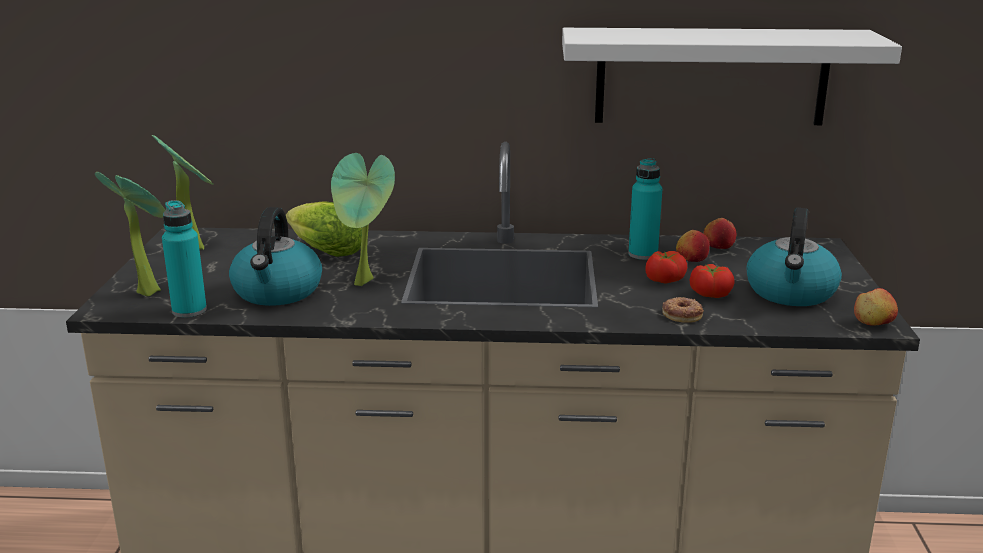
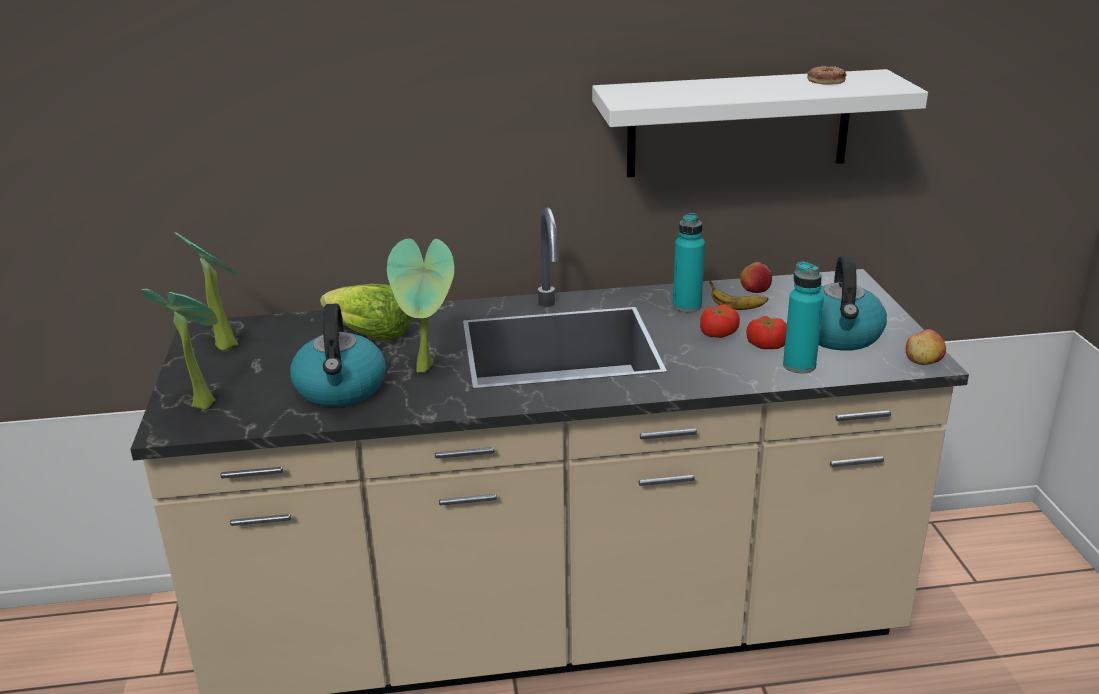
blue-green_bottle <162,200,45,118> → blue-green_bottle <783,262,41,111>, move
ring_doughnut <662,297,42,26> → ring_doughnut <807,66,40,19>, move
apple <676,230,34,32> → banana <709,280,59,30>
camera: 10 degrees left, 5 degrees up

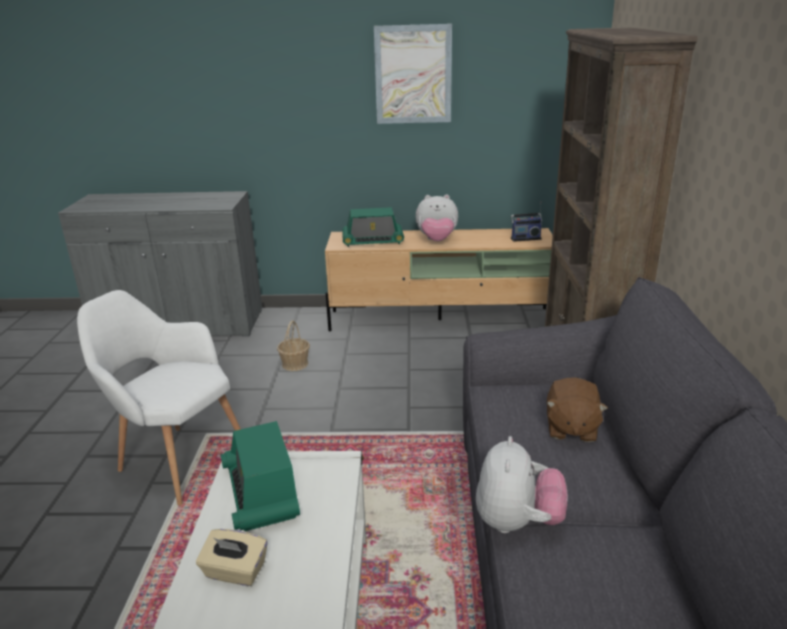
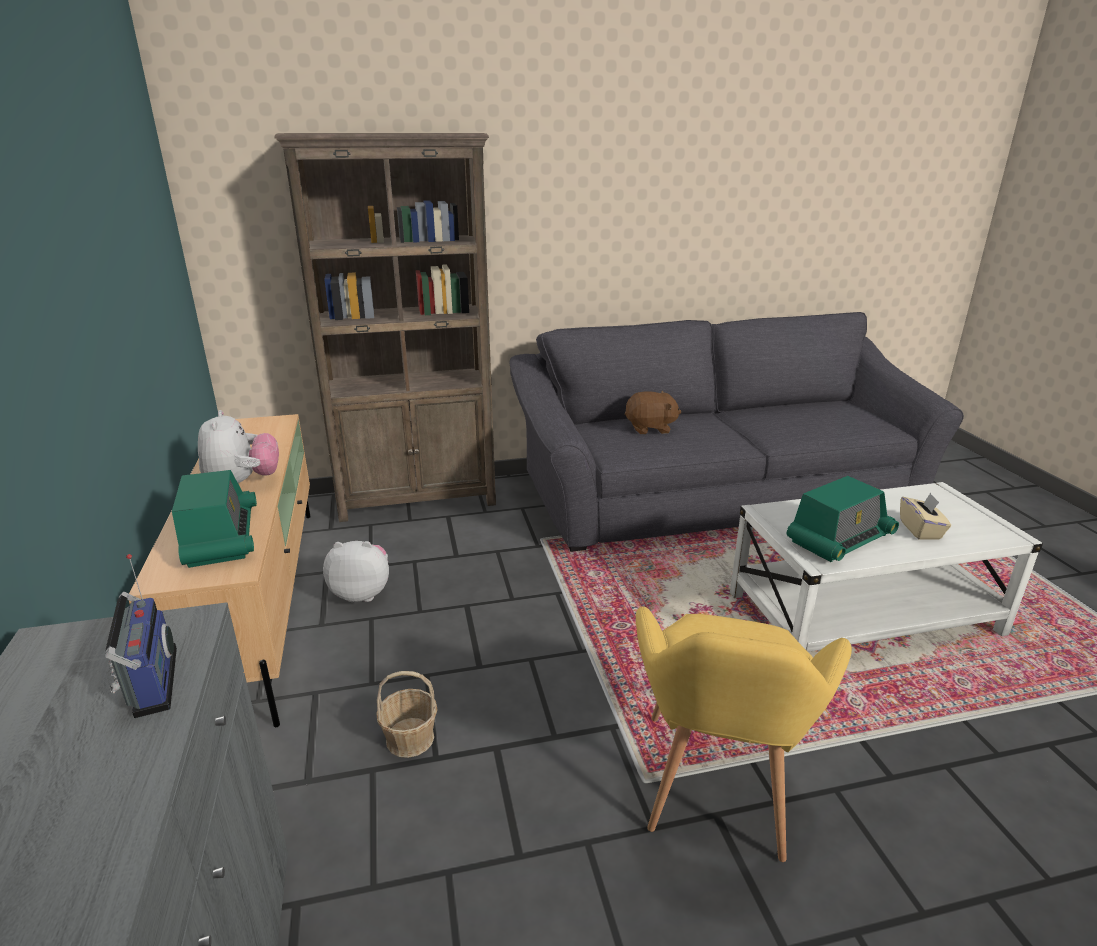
whitish_armchair <77,290,164,216> → yellowish_armchair <636,606,216,256>
picture <374,24,78,100> → -
plush_toy <476,436,92,97> → plush_toy <323,541,66,61>, move
radio_receiver <511,202,31,40> → radio_receiver <105,554,72,164>, move
camera: 105 degrees left, 0 degrees up

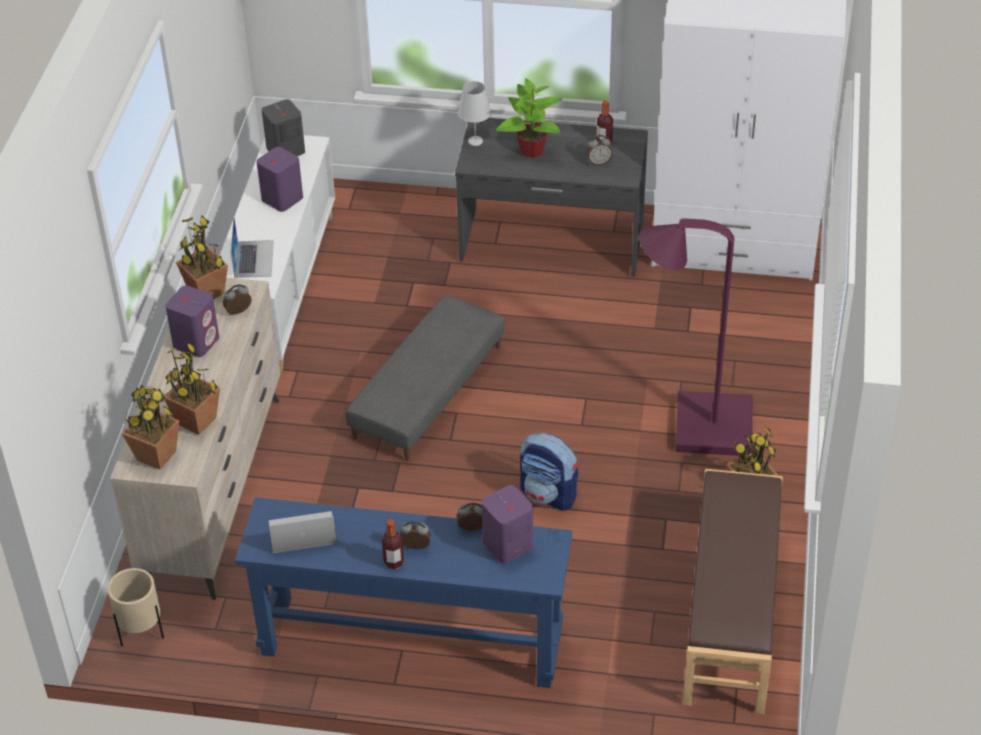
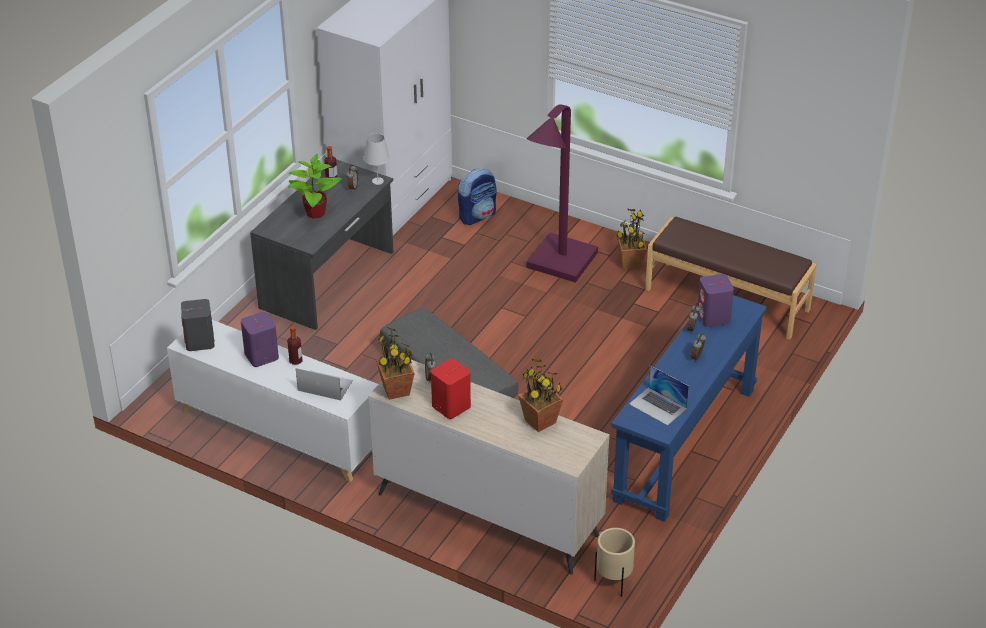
potted_plant <122,385,57,85> → -
purplish_loudspeaker <165,286,54,71> → red-coloured_loudspeaker <431,359,40,60>
portable_computer <269,511,68,42> → portable_computer <629,365,60,61>, 60 degrees counterclockwise
bottle <382,519,22,50> → bottle <287,326,16,39>, move
whitish_lamp_for_a_table <458,81,33,65> → whitish_lamp_for_a_table <364,133,26,52>, move
knapsack <520,433,59,78> → knapsack <458,168,38,57>, move
camera: 70 degrees left, 5 degrees down

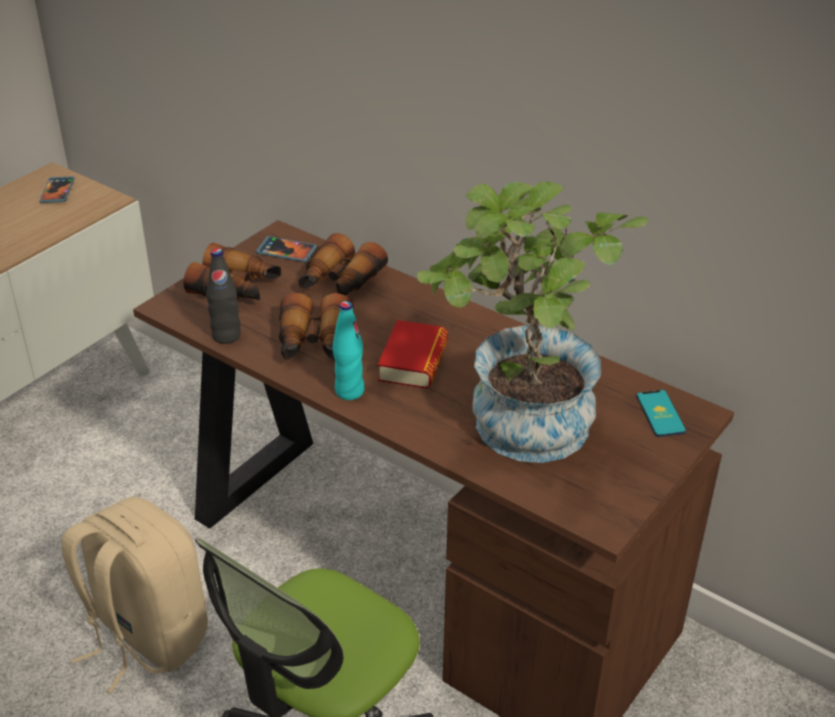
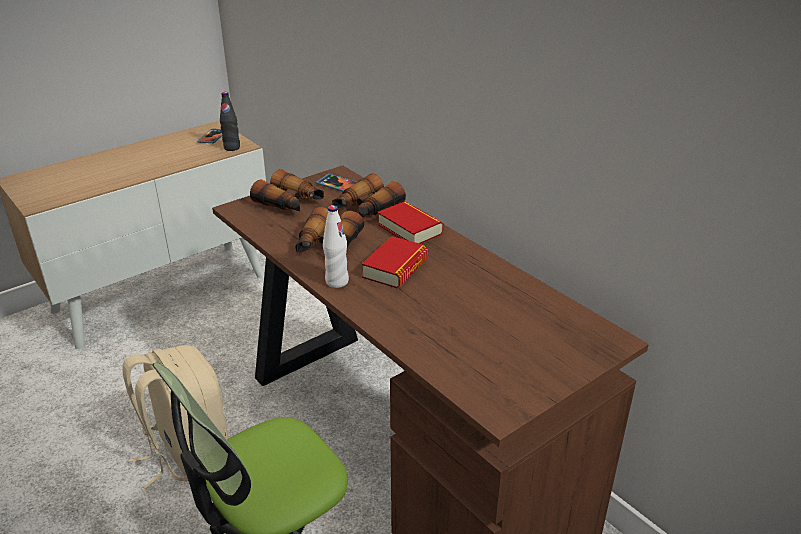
black_bottle <206,248,35,96> → black_bottle <220,92,20,59>, move
blue-green_bottle <333,301,31,99> → whitish_bottle <323,205,26,83>
potted_plant <417,181,232,282> → -
phone <636,390,50,47> → -
- → volume <378,201,65,43>
camera: 15 degrees right, 5 degrees down

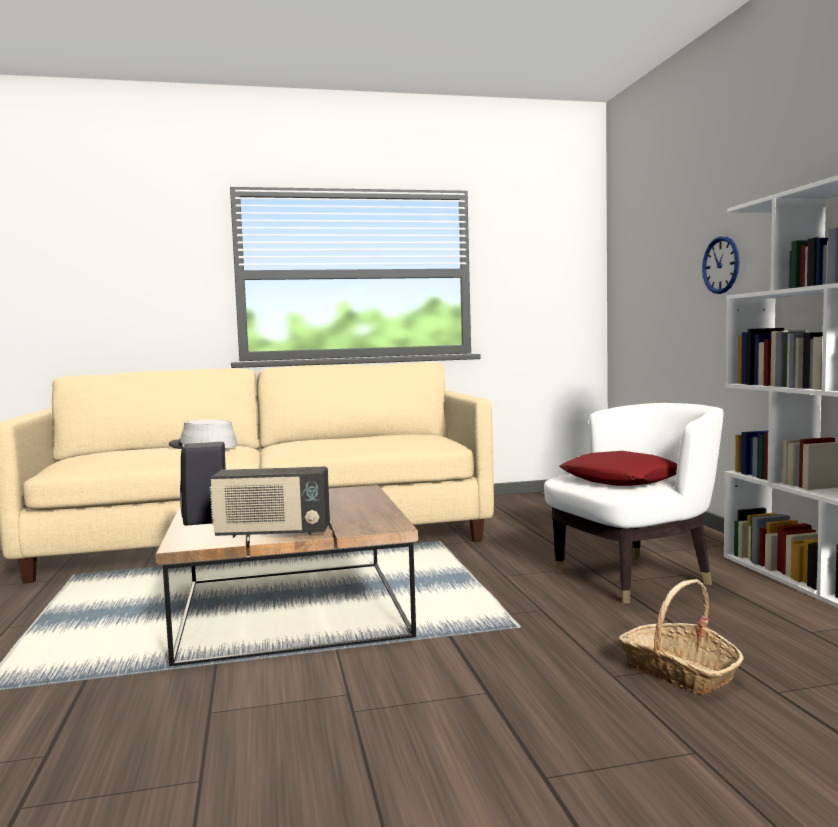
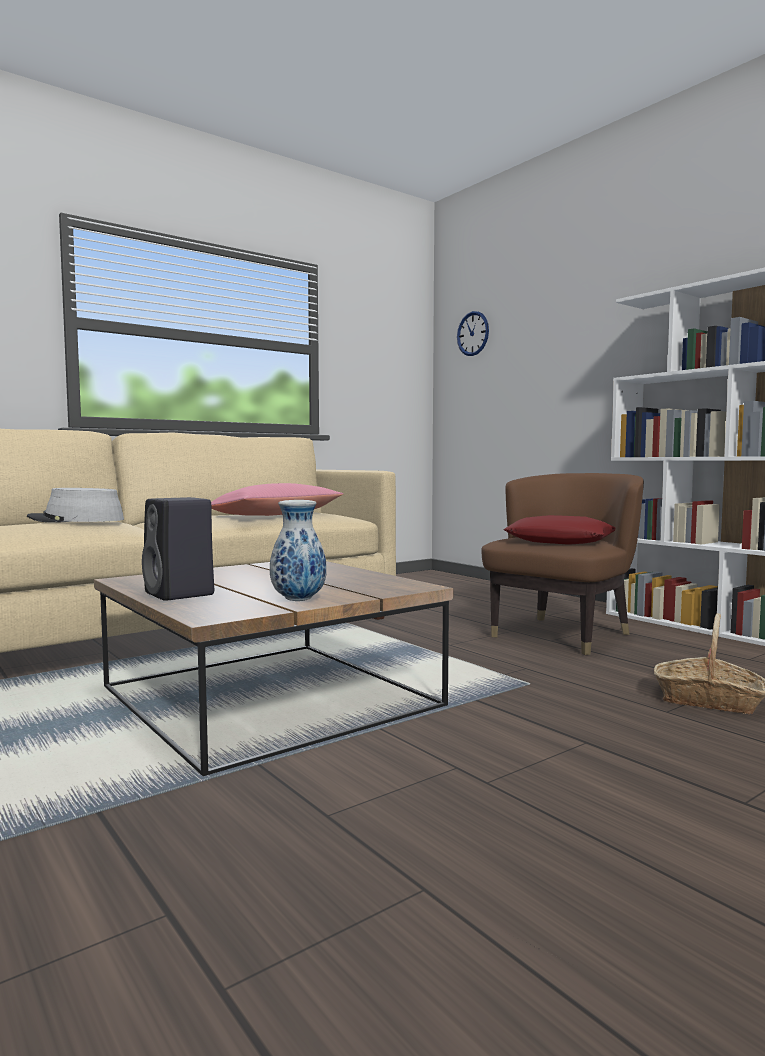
radio_receiver <210,466,120,72> → flower_vase <270,500,57,101>
whitish_armchair <544,403,180,201> → brownish_armchair <481,473,163,182>
hanging_clock <702,236,38,58> → hanging_clock <457,311,32,45>, move
- → pinkish_cushion <211,483,132,33>
camera: 25 degrees left, 0 degrees up

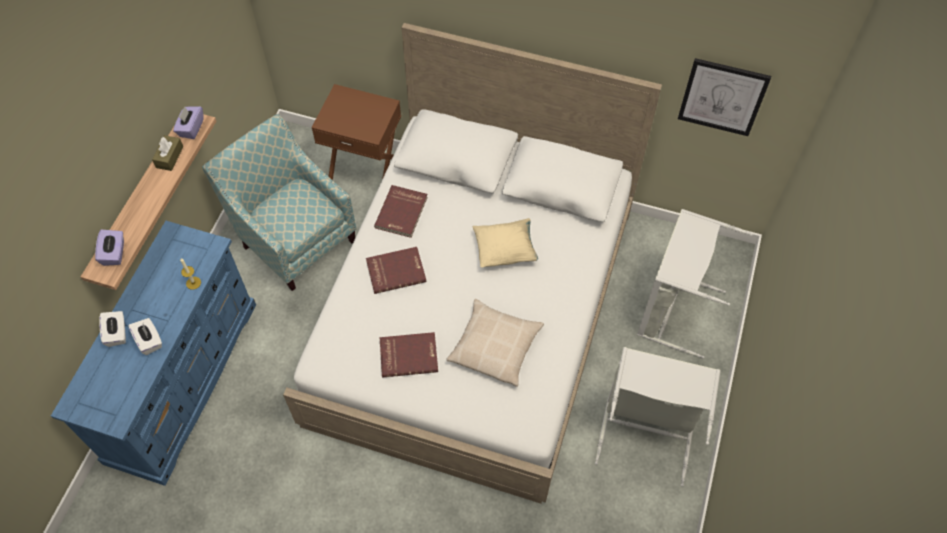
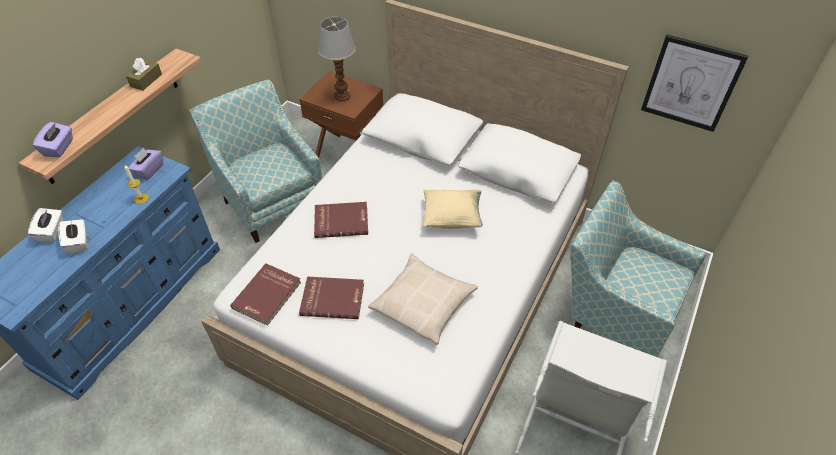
purplish_tissue_box <173,106,31,33> → purplish_tissue_box <129,148,34,32>, move
red-coloured_volume <374,185,54,53> → red-coloured_volume <230,263,71,63>, move
gray_laundry_basket <637,209,116,150> → armchair <570,181,136,176>
- → lamp_for_a_table <318,17,38,85>
camera: 10 degrees right, 10 degrees down

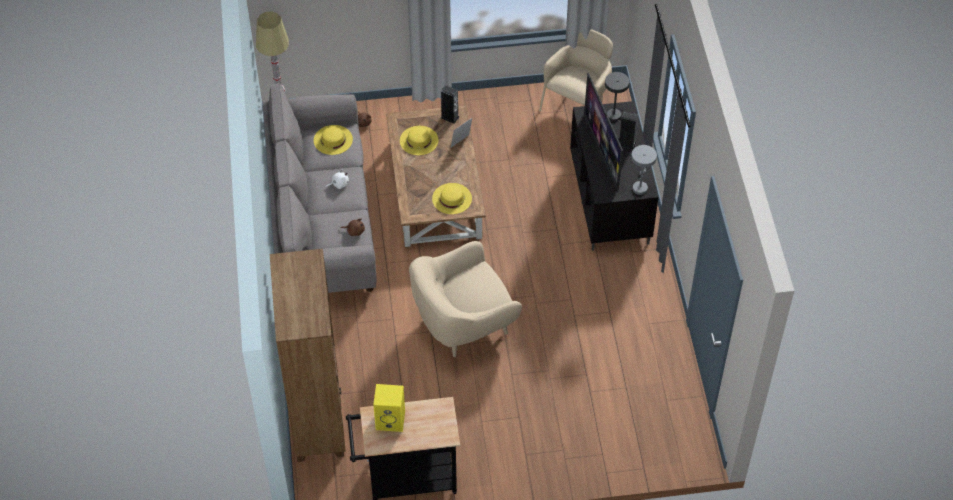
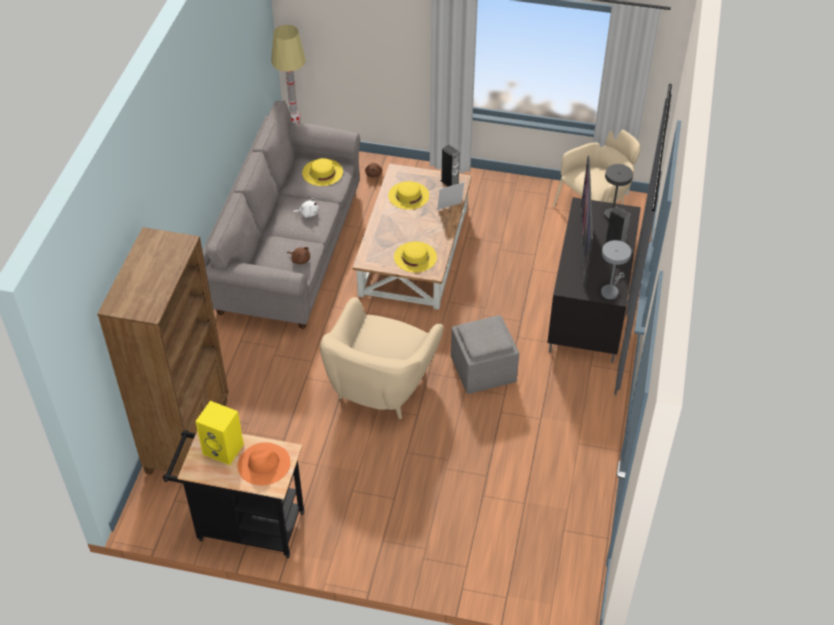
beige_armchair <409,241,113,116> → beige_armchair <320,297,123,122>, 60 degrees counterclockwise
- → orange-coloured_hat <237,442,54,43>
- → gray_ottoman <451,315,68,79>
camera: 20 degrees right, 5 degrees down

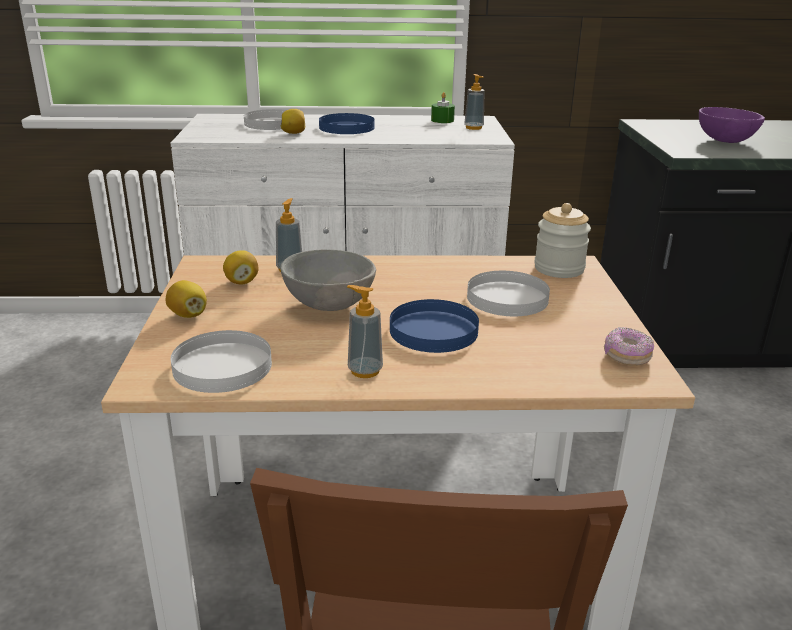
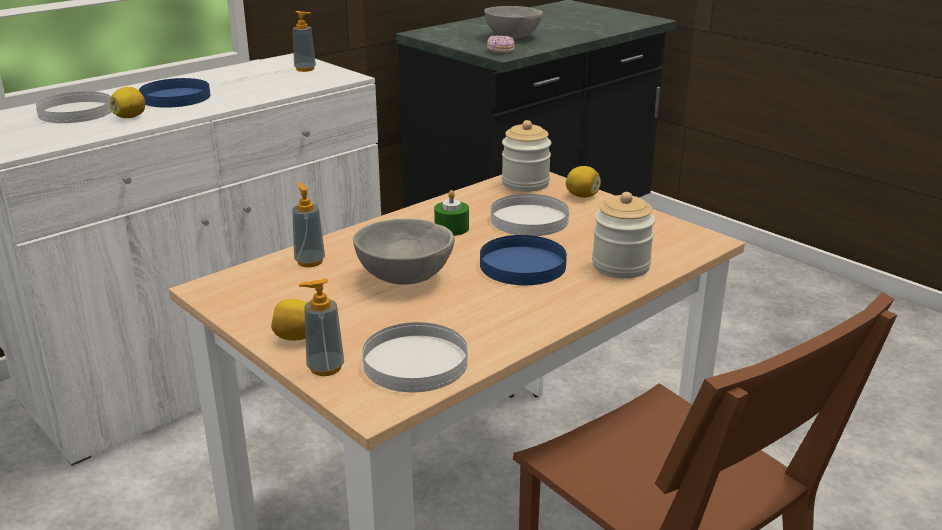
lemon <223,250,36,35> → lemon <566,166,35,31>, move
liquid_soap_bottle <347,285,36,93> → liquid_soap_bottle <298,279,46,97>, move
green-coloured_wax_light <431,92,24,31> → green-coloured_wax_light <434,190,35,46>, move
ring_doughnut <604,327,50,39> → ring_doughnut <487,35,28,18>, move
purplish_bowl <699,107,66,36> → gray_bowl <484,6,59,33>
- → preserve_jar <592,192,63,86>
camera: 40 degrees left, 0 degrees up

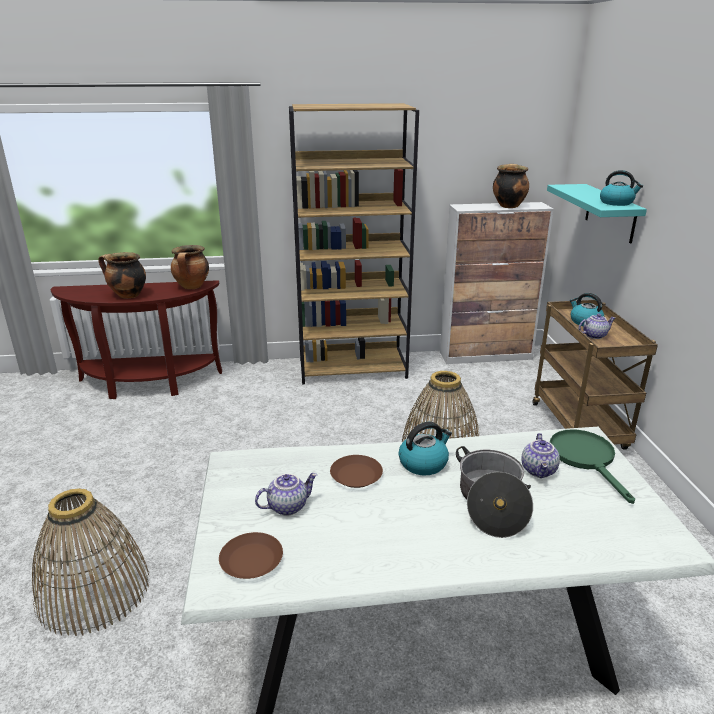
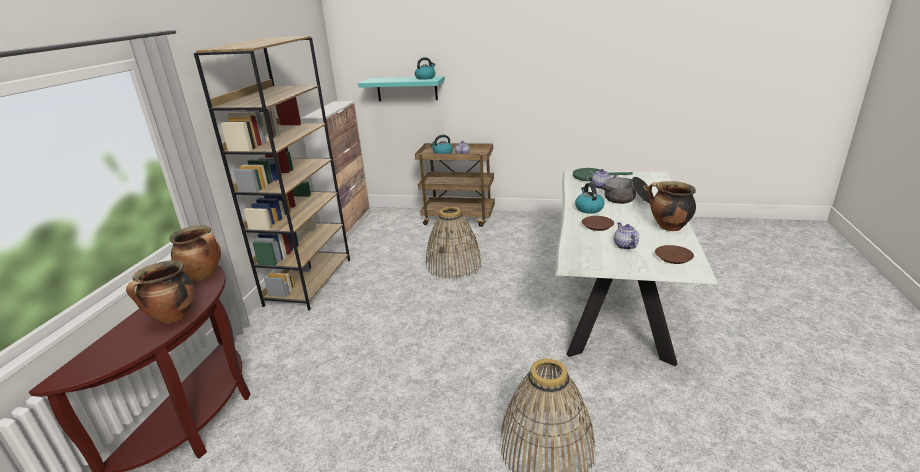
cooking_pot <493,164,36,44> → cooking_pot <648,181,48,50>, move
camera: 70 degrees left, 0 degrees up

